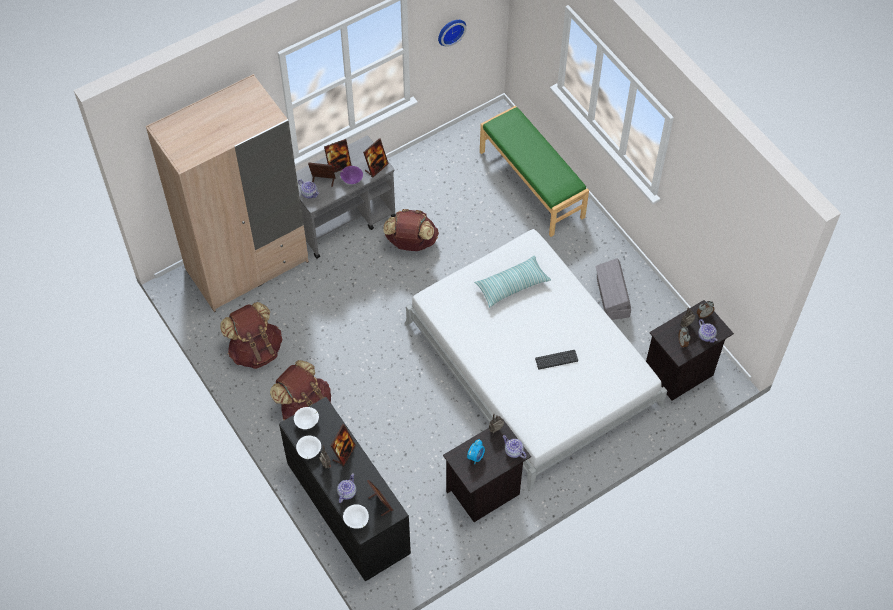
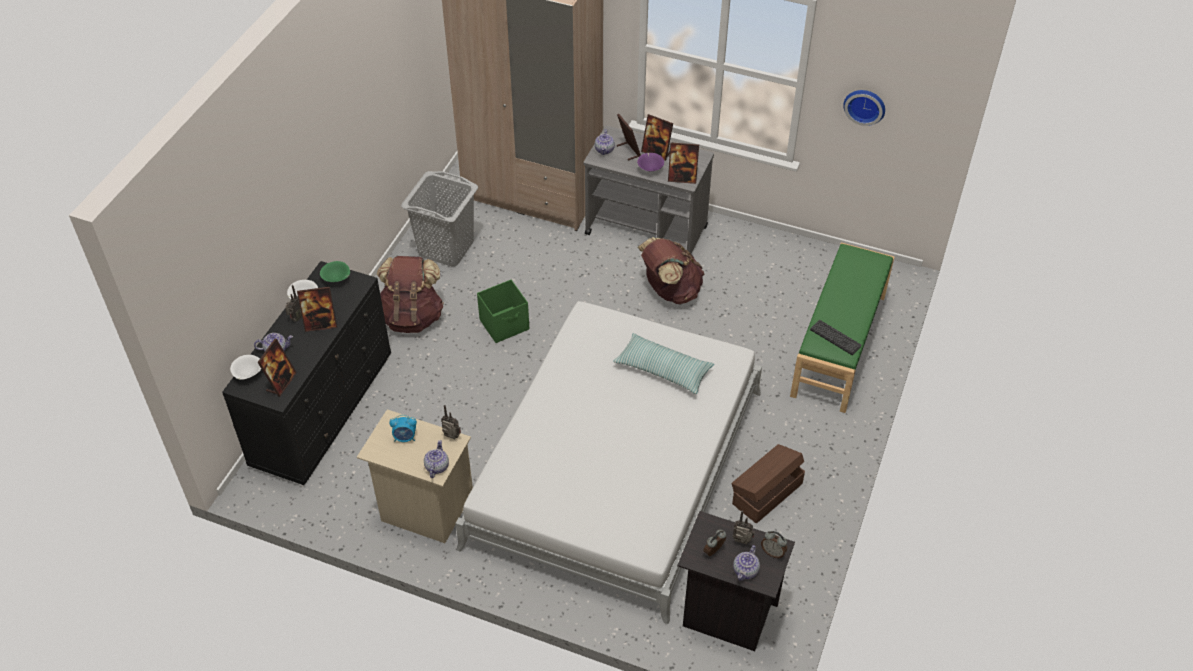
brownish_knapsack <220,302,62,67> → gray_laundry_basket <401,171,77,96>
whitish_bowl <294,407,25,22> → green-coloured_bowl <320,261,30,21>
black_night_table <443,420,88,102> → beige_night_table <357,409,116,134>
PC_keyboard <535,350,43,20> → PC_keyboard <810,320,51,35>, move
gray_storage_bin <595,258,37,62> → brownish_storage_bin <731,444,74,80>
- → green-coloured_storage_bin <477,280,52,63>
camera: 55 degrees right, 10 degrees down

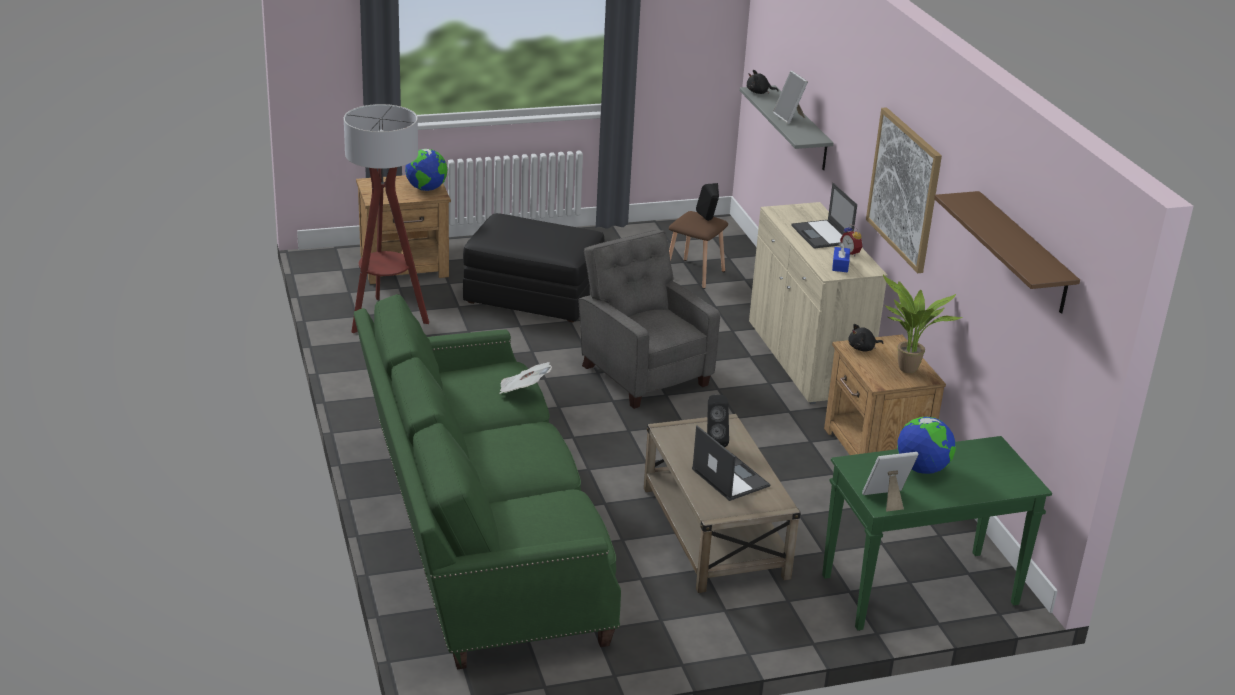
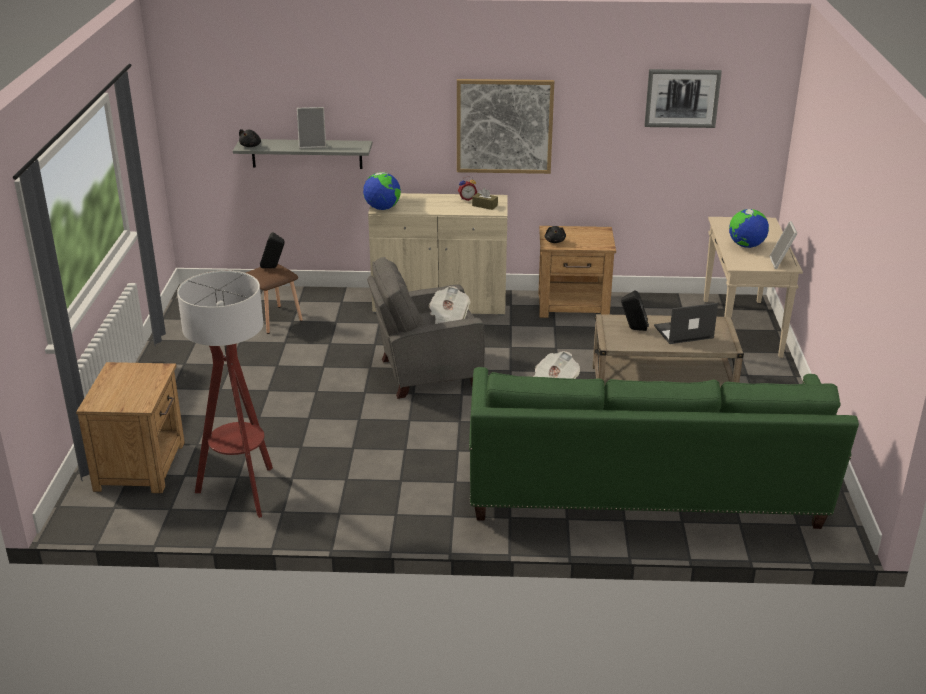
globe <405,149,43,42> → globe <363,172,38,38>, move
black_ottoman <463,213,142,110> → -
portable_computer <792,183,65,66> → -
green-coloured_hall_table <822,436,230,195> → beige_hall_table <704,217,99,141>
blue_tissue_box <832,242,18,30> → brownish_tissue_box <472,188,26,22>
potted_plant <883,275,79,98> → -
brownish_wall_shelf <934,191,146,122> → picture <644,69,78,59>
- → newspaper <429,286,42,38>
camera: 70 degrees left, 0 degrees up

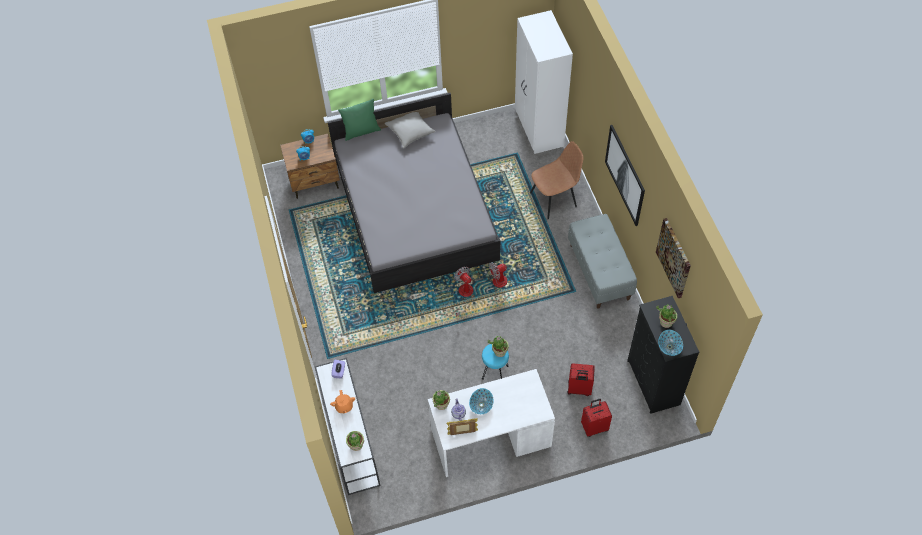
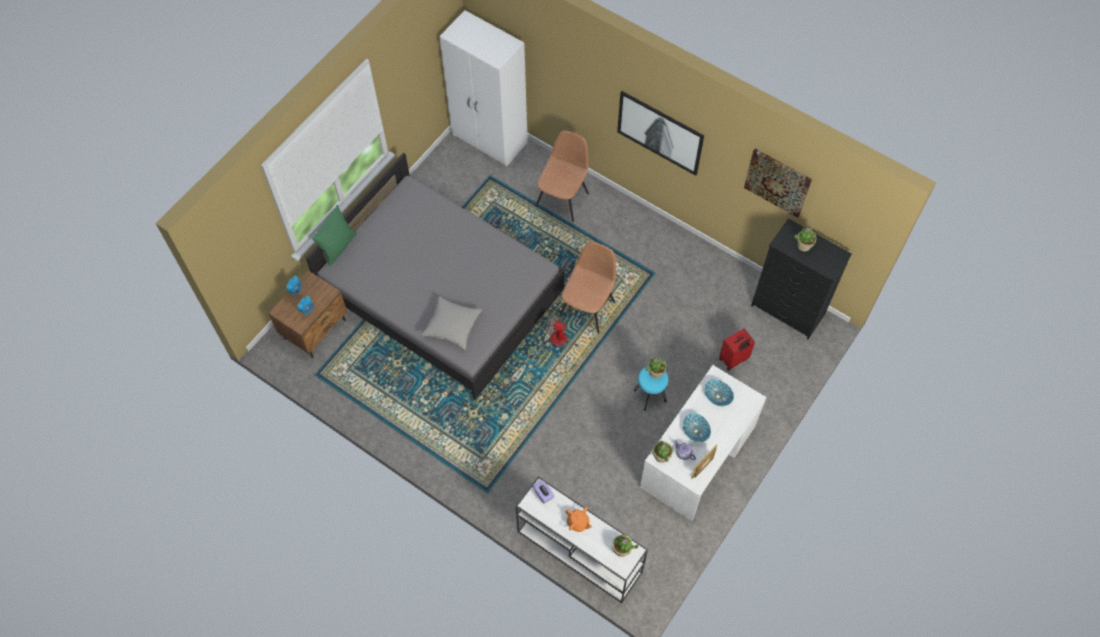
gray_cushion <385,112,50,36> → gray_cushion <422,297,60,53>, move
cooling_fan <489,262,44,33> → brownish_plain_chair <559,241,57,92>
gray_bench <568,214,69,95> → -
red-coloured_travel_case <581,399,31,38> → -
bowl <658,330,25,26> → bowl <705,379,29,27>, move
camera: 40 degrees left, 5 degrees up

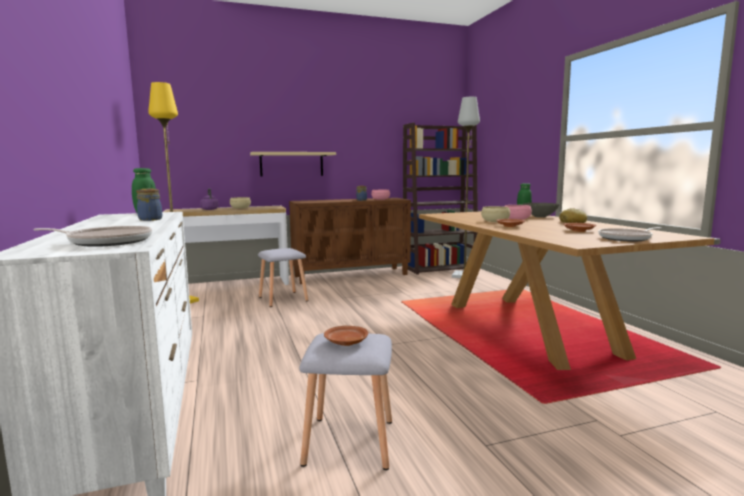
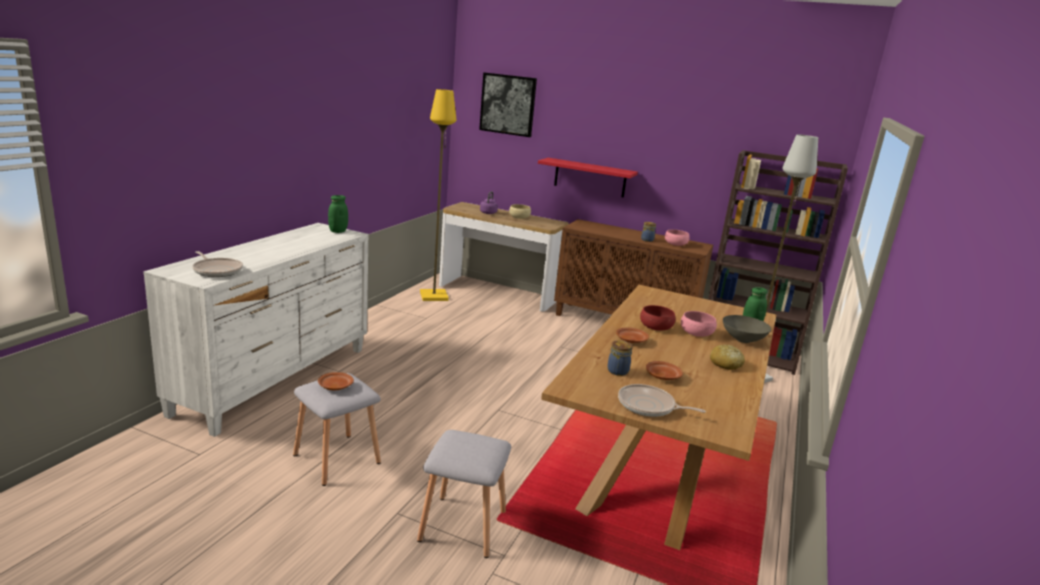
preserve_jar <136,189,26,32> → preserve_jar <608,340,25,36>, move
beige_wall_shelf <250,152,86,25> → red-coloured_wall_shelf <538,158,100,40>
gray_sitting_stool <258,248,50,59> → gray_sitting_stool <417,430,94,128>, move
beige_bowl <481,206,29,16> → red-coloured_bowl <640,305,35,26>
- → picture <479,73,58,64>
camera: 40 degrees right, 10 degrees up

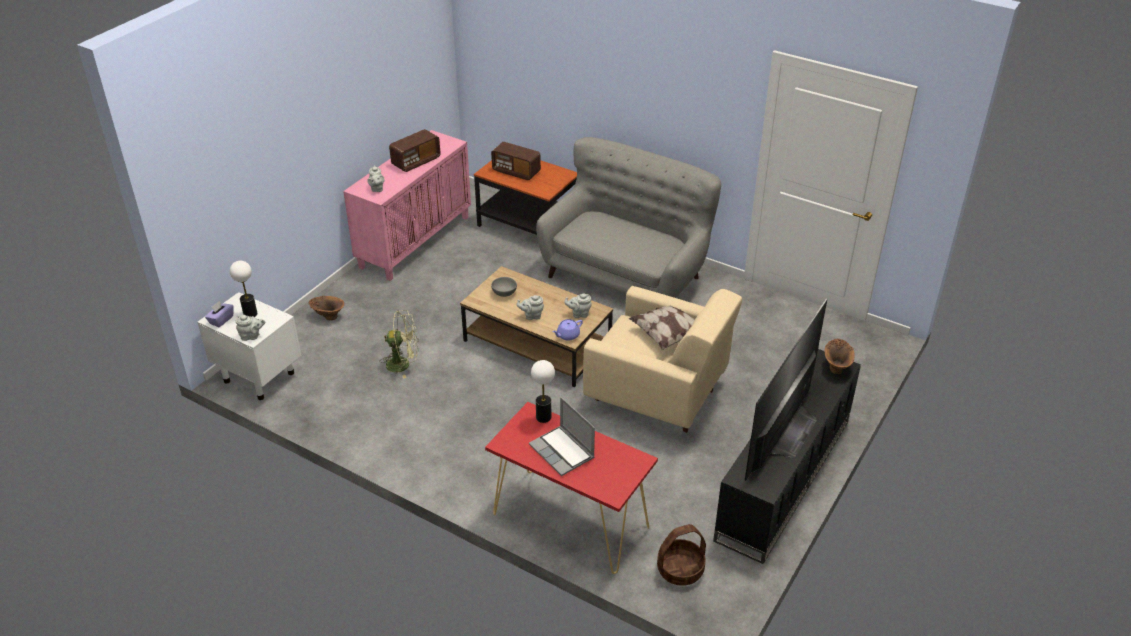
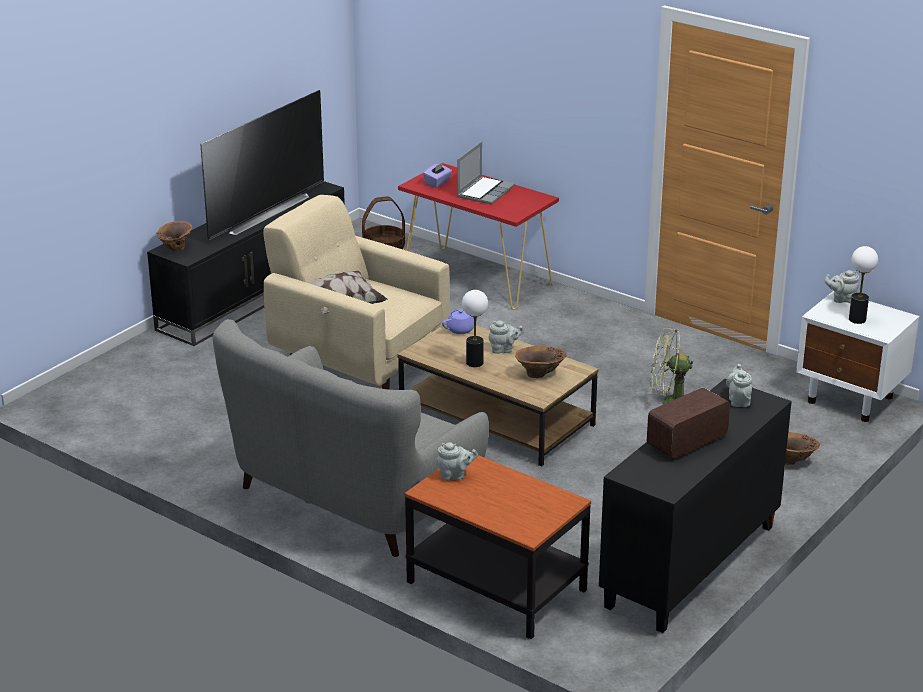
purplish_tissue_box <205,301,29,26> → purplish_tissue_box <423,162,29,26>, move
pinkish_cupboard <343,130,128,151> → black_cupboard <599,379,193,254>
radio_receiver <491,142,50,38> → -
gray_bowl <491,277,26,20> → brownish_flower_vase <515,346,52,32>
portable_computer <529,397,66,79> → portable_computer <457,142,58,63>, 60 degrees clockwise
lamp_for_a_table <531,360,24,63> → lamp_for_a_table <462,290,26,77>, move
gray_pot_for_tea <564,293,28,25> → gray_pot_for_tea <437,442,41,38>, move
camera: 175 degrees left, 10 degrees down

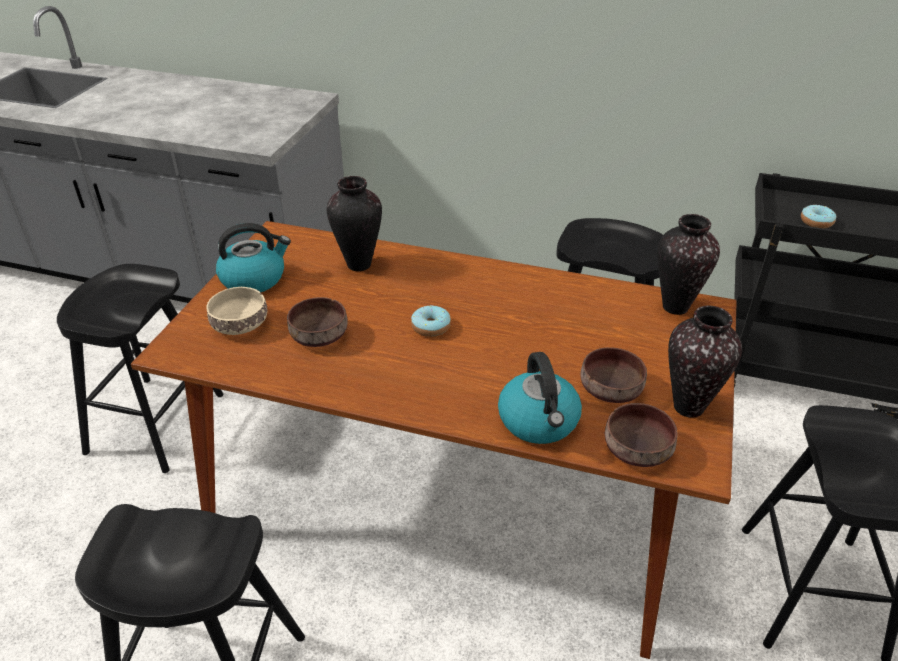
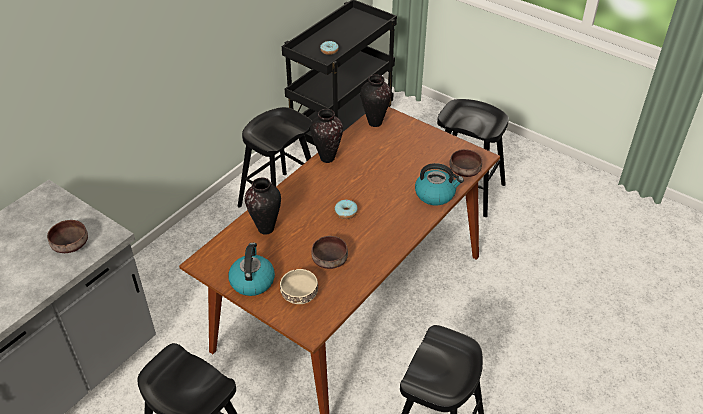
brownish_bowl <580,347,67,56> → brownish_bowl <47,220,41,33>, move
flower_vase <668,306,74,112> → flower_vase <310,109,33,54>, move
camera: 70 degrees left, 5 degrees up

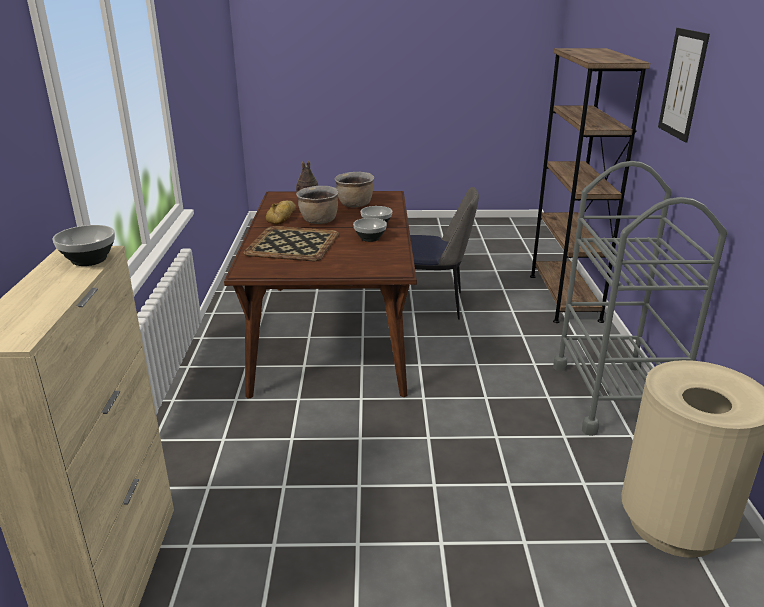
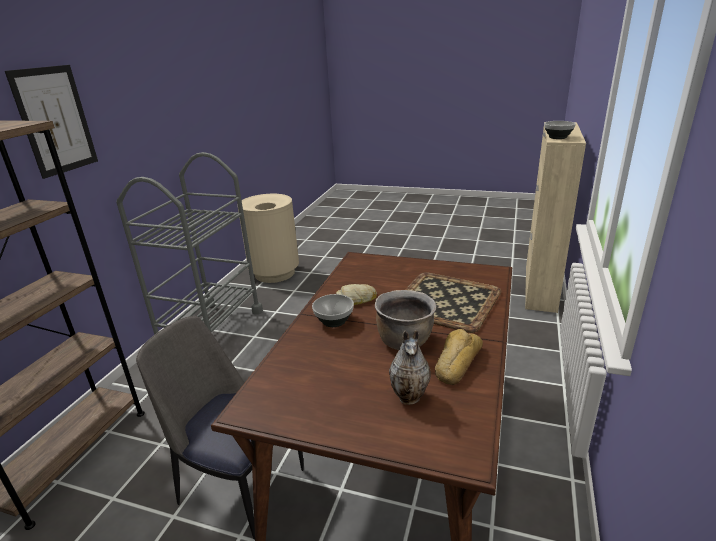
brownish_cooking_pot <335,172,39,35> → -
bowl <353,218,34,24> → baked_bread <336,284,41,21>
camera: 160 degrees left, 0 degrees up

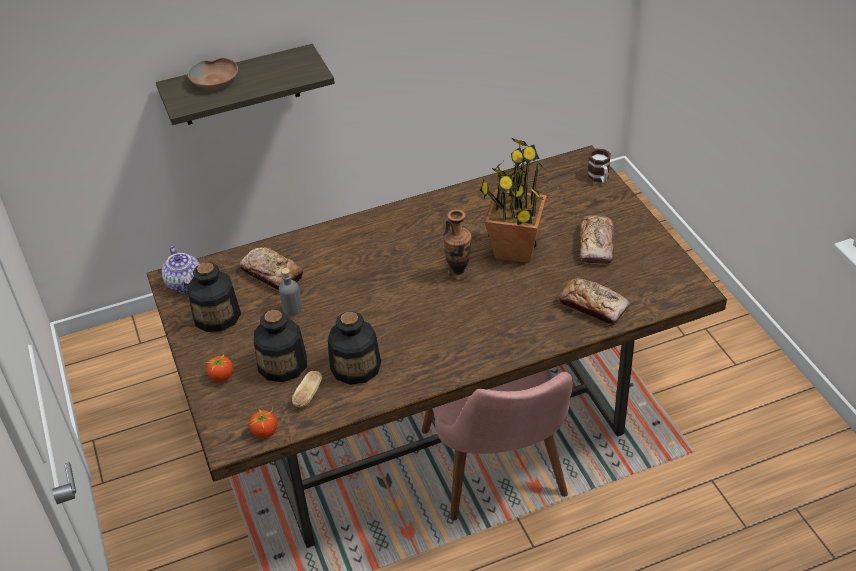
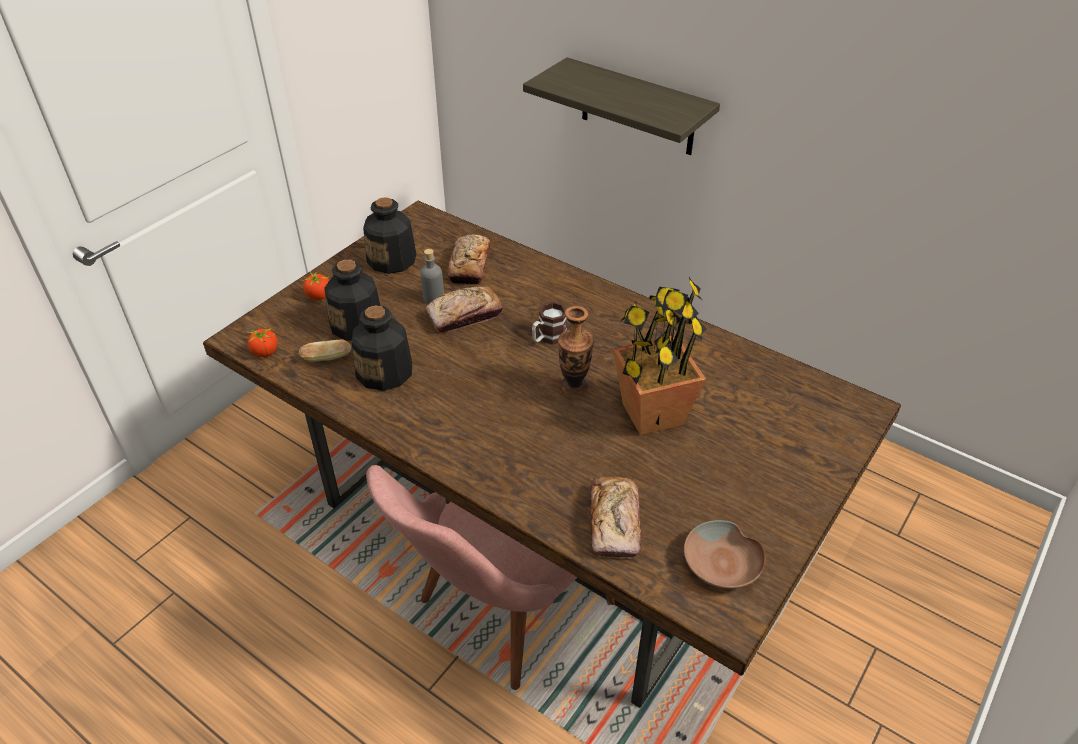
pot_for_tea <162,246,38,47> → -
brownish_bowl <188,58,50,31> → brownish_bowl <684,520,82,69>, move
baked_bread <580,215,34,50> → baked_bread <425,286,78,47>, move
mug <588,149,23,34> → mug <532,301,35,44>, move
camera: 55 degrees right, 0 degrees up

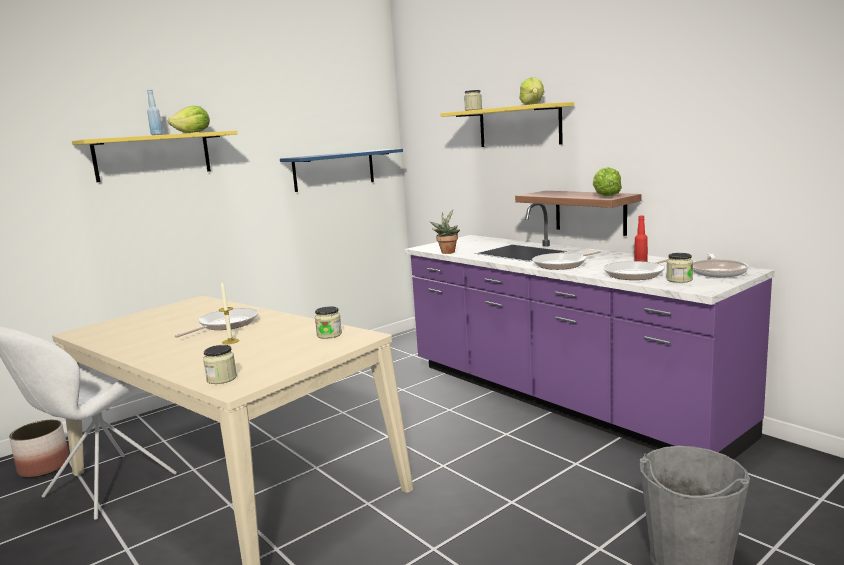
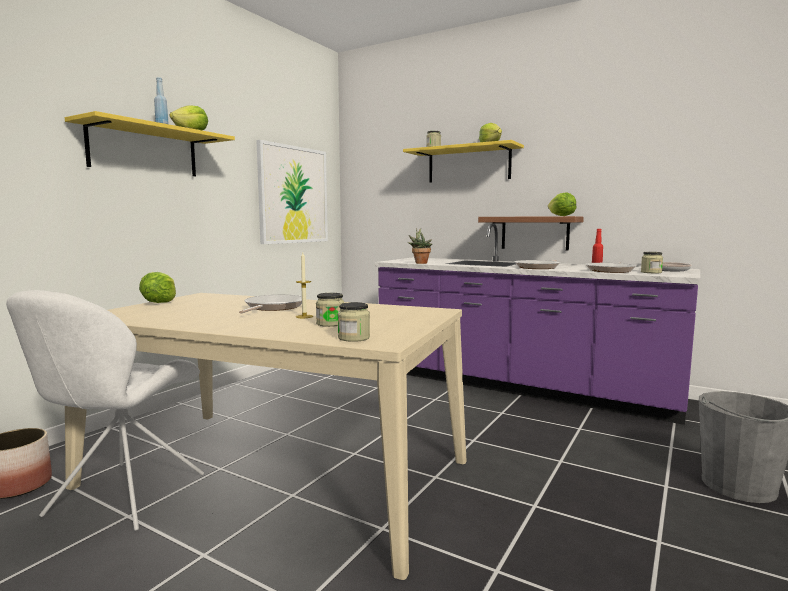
blue_wall_shelf <280,149,123,43> → picture <256,140,72,104>
preserve_jar <315,306,27,33> → preserve_jar <316,293,28,34>, move
- → lettuce_head <139,272,37,31>
camera: 20 degrees left, 5 degrees down

